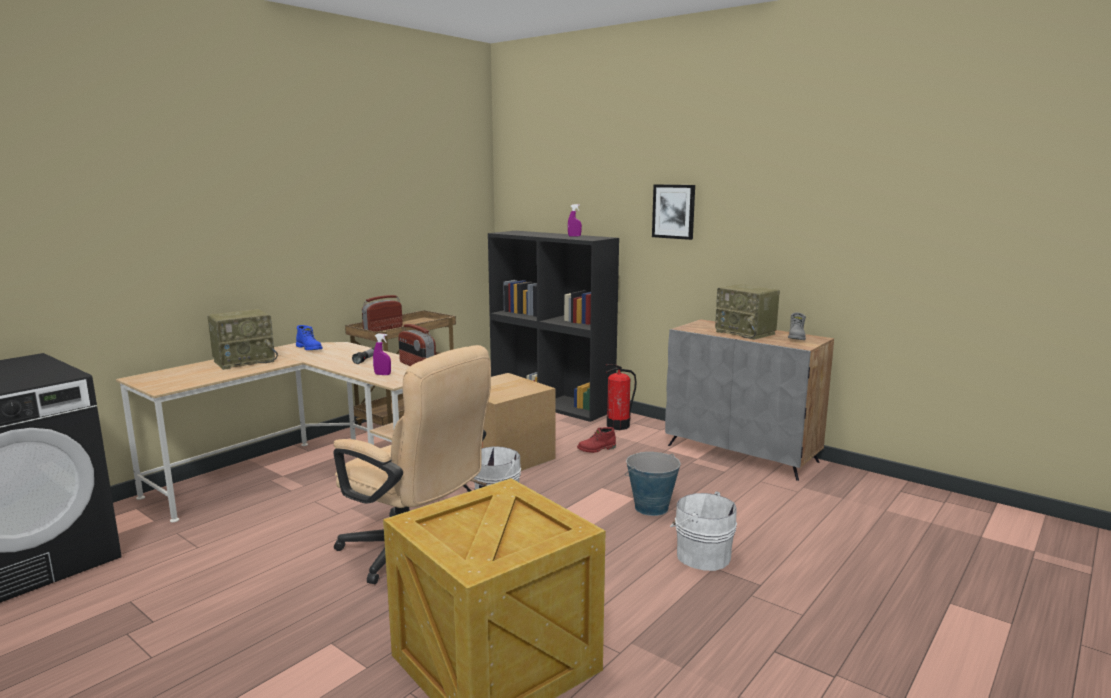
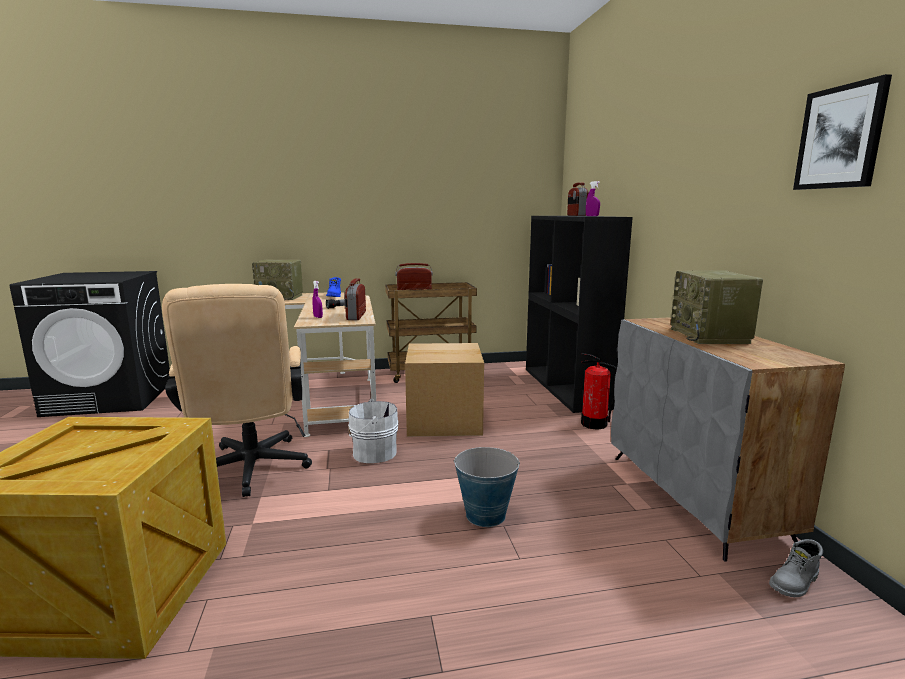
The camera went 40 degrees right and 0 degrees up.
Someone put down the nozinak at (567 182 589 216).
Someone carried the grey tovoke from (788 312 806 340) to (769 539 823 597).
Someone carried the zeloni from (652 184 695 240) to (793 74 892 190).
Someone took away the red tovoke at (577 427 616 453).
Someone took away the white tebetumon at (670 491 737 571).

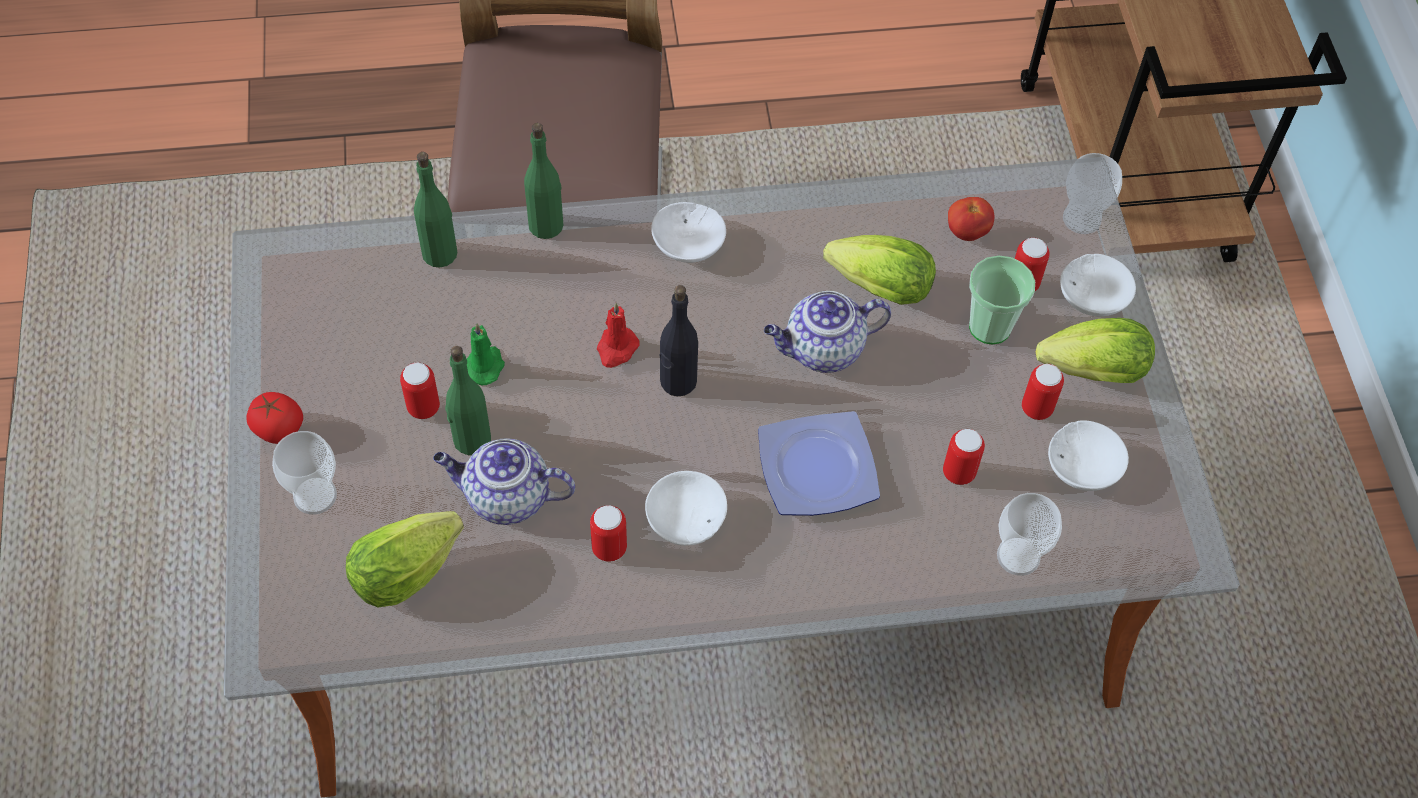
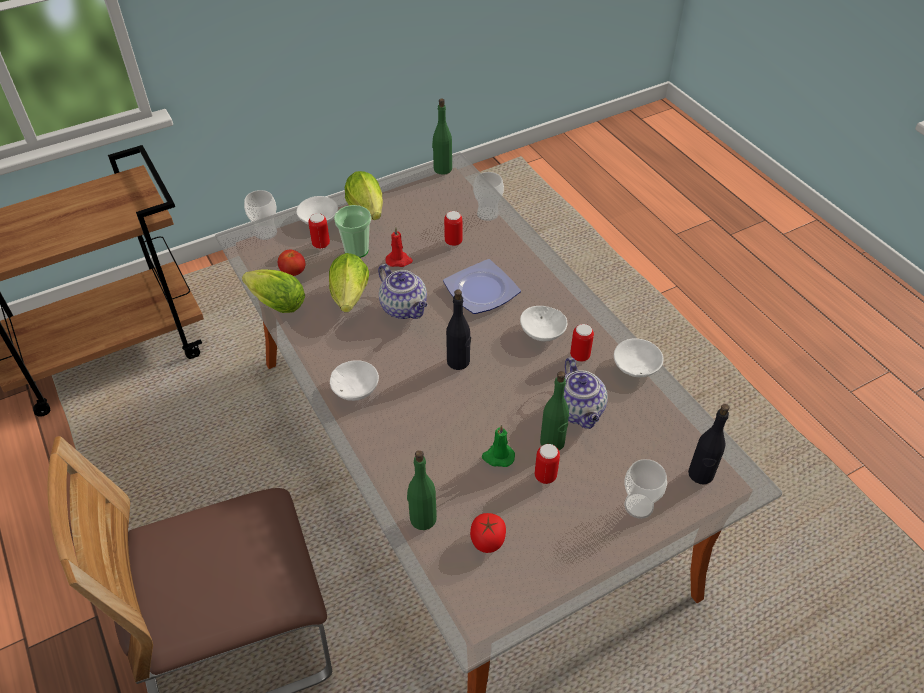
The camera went 110 degrees left and 10 degrees down.
Someone carried the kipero from (346 511 464 607) to (242 269 305 313).
Someone carried the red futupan from (597 303 640 368) to (385 227 413 267).
Someone carried the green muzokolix from (524 123 563 239) to (432 98 452 175).
Someone carried the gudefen from (246 392 303 444) to (470 513 506 553).
Someone carried the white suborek from (1048 420 1129 491) to (614 338 664 377).
Someone put down the black muzokolix at (688 404 729 484).
Someone took away the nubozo at (1022 364 1064 420).

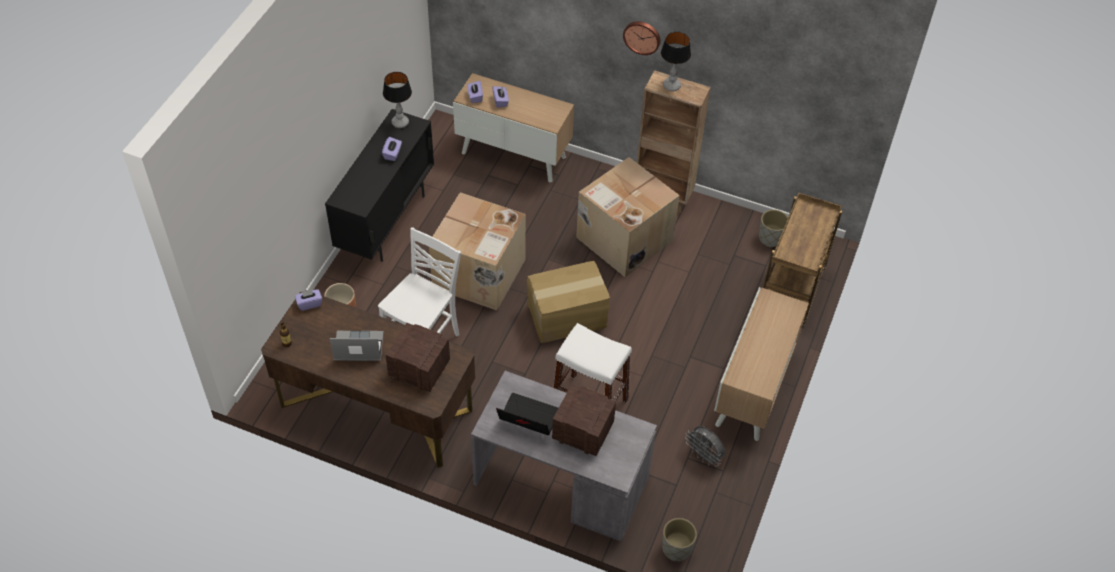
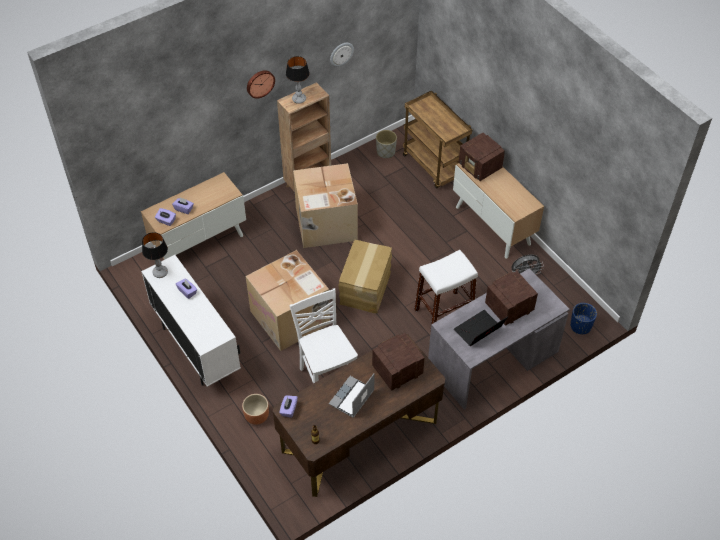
The camera went 55 degrees left and 0 degrees up.
Someone repainted the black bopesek at (325 109 434 262), which became the white bopesek at (141 255 241 387).
Someone put up the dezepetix at (330 43 354 67).
Someone put down the nozinak at (459 133 505 181).
Someone repainted the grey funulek at (662 518 697 561), which became the blue funulek at (570 303 597 334).

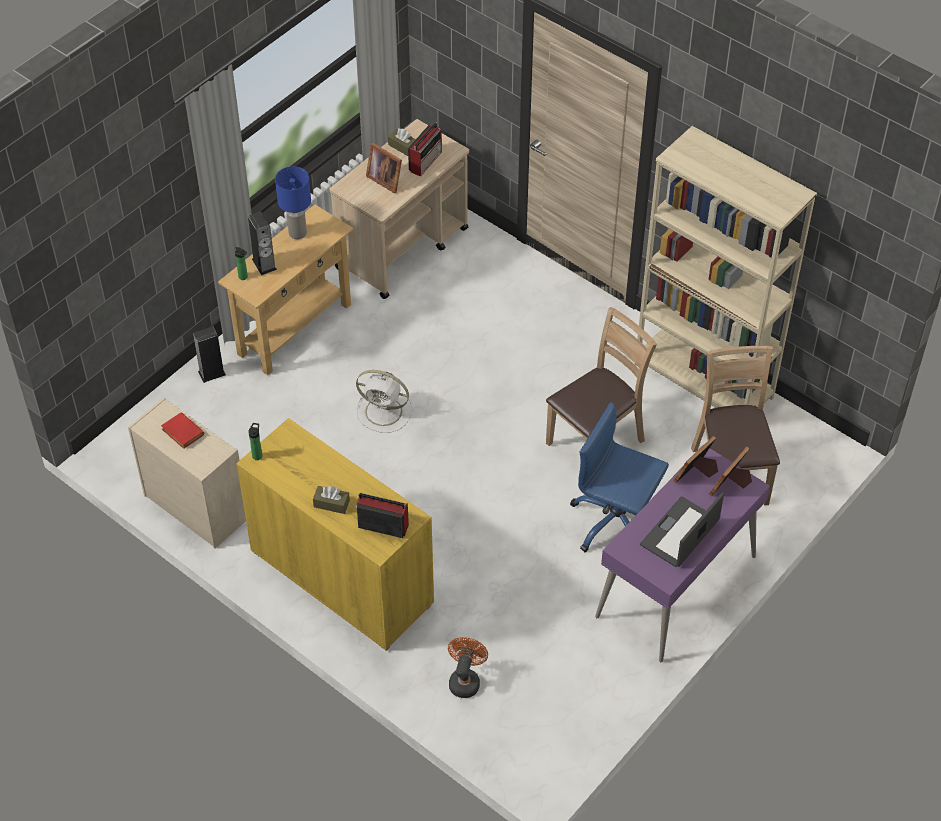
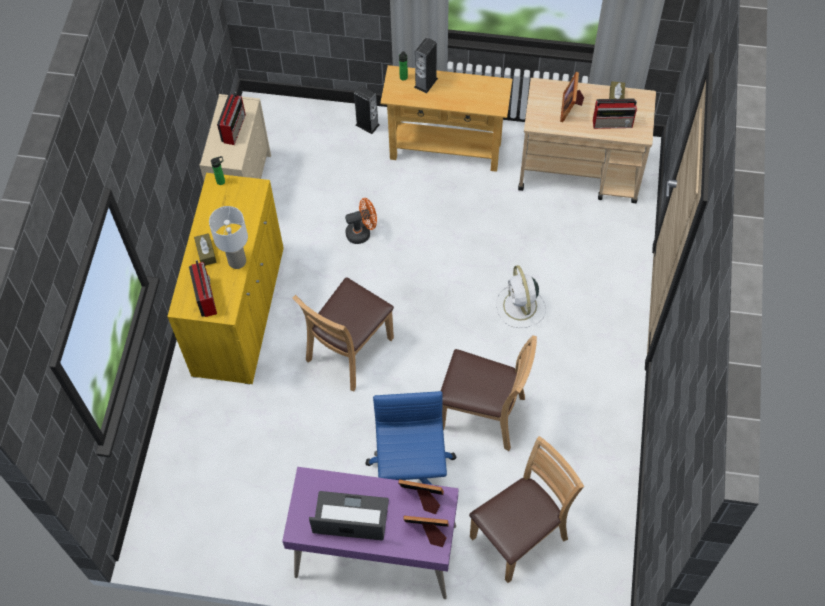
The camera went 60 degrees right and 10 degrees up.
Someone put down the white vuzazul at (209 206 248 269).
Someone swapped the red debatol at (161 412 204 449) for the nozinak at (217 92 246 145).
Someone put down the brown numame at (292 278 394 391).
Someone carried the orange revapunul from (448 637 488 698) to (345 198 377 244).
Someone carried the white revapunul from (356 370 412 433) to (496 265 546 328).
Someone took away the blue vuzazul at (275 166 311 239).
Someone took away the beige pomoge at (635 126 817 408).

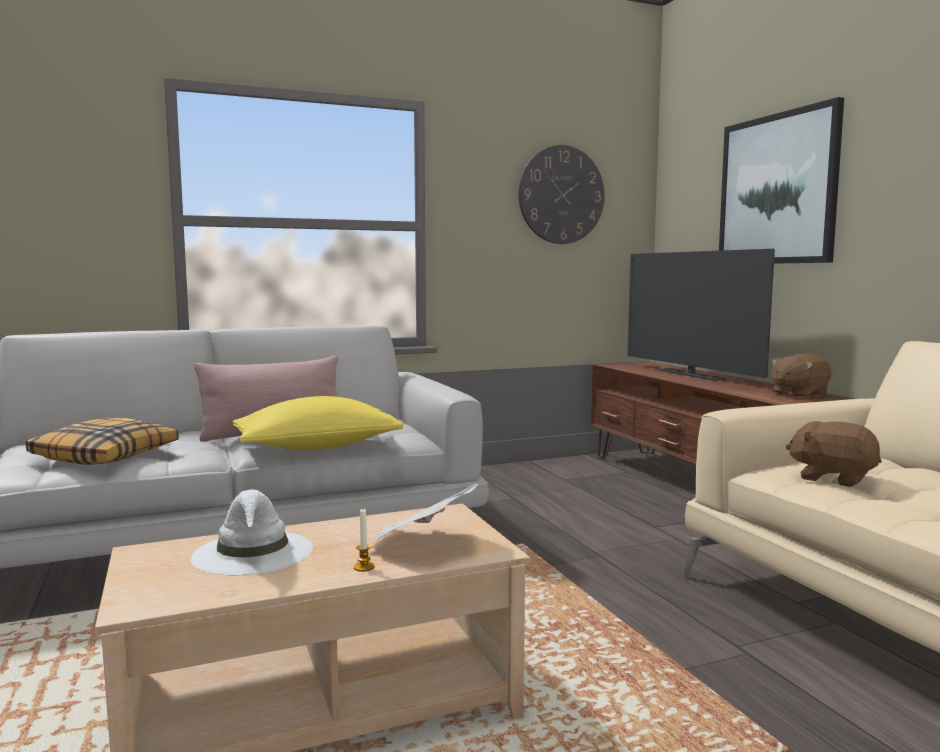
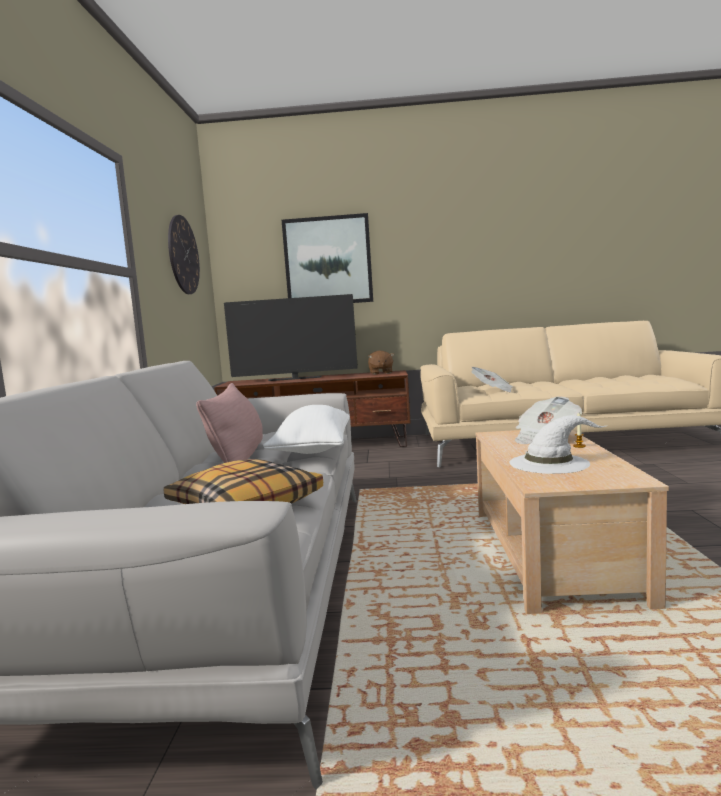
The camera went 65 degrees left and 0 degrees up.
Someone repainted the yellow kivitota at (233 396 403 450), which became the white kivitota at (263 405 350 454).
Someone swapped the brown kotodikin at (786 421 882 487) for the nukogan at (471 367 513 392).

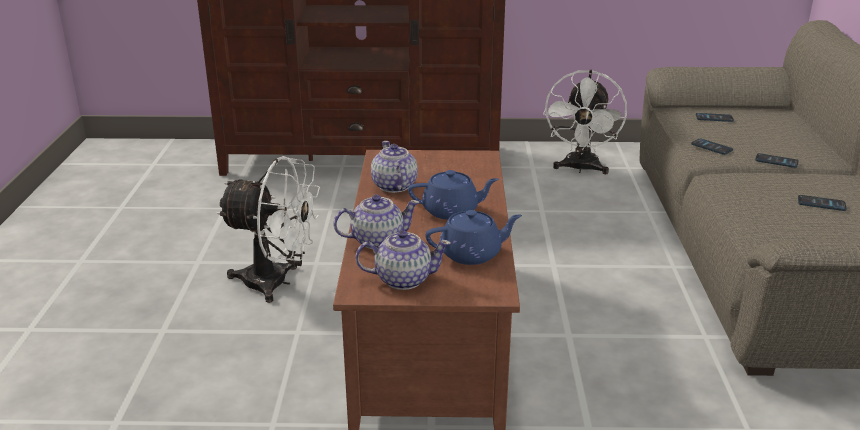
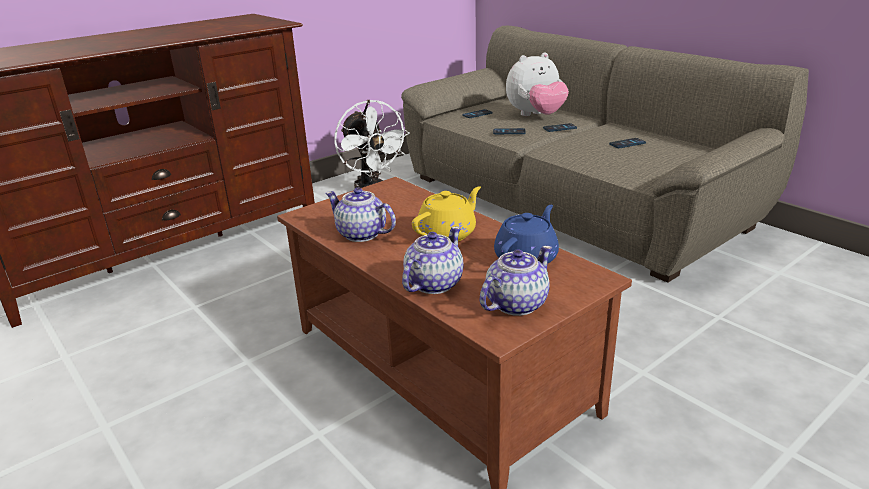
The camera went 40 degrees left and 0 degrees up.
Someone repainted the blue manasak at (408 170 499 220), which became the yellow manasak at (412 186 481 241).
Someone put down the kotodikin at (506 52 569 116).
Someone took away the white revapunul at (217 156 320 303).

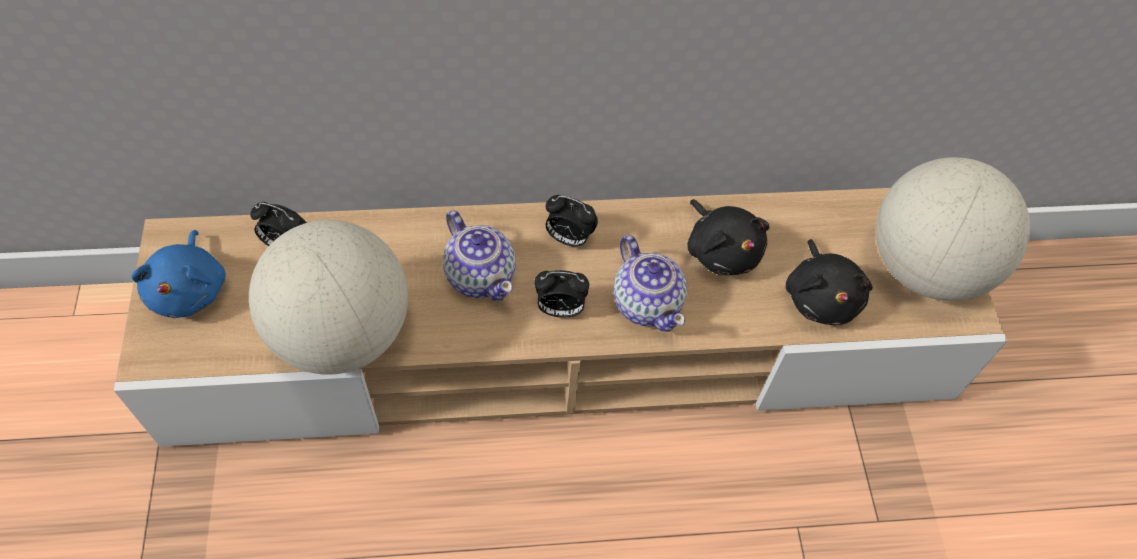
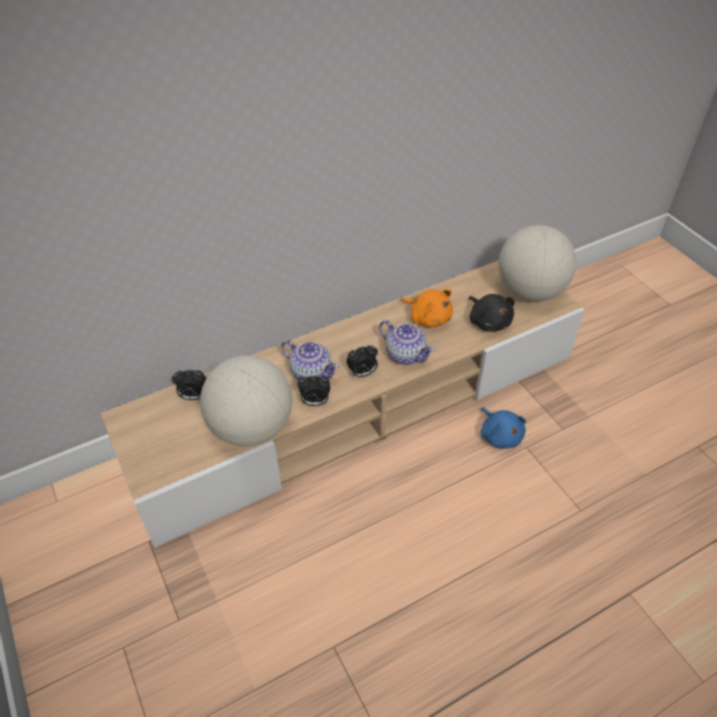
The camera went 20 degrees left and 10 degrees down.
Someone carried the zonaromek from (545 195 598 247) to (297 375 330 406).
Someone repainted the black kotodikin at (687 199 770 275), which became the orange kotodikin at (401 289 453 328).
Someone carried the blue kotodikin from (132 230 226 318) to (481 407 526 449).

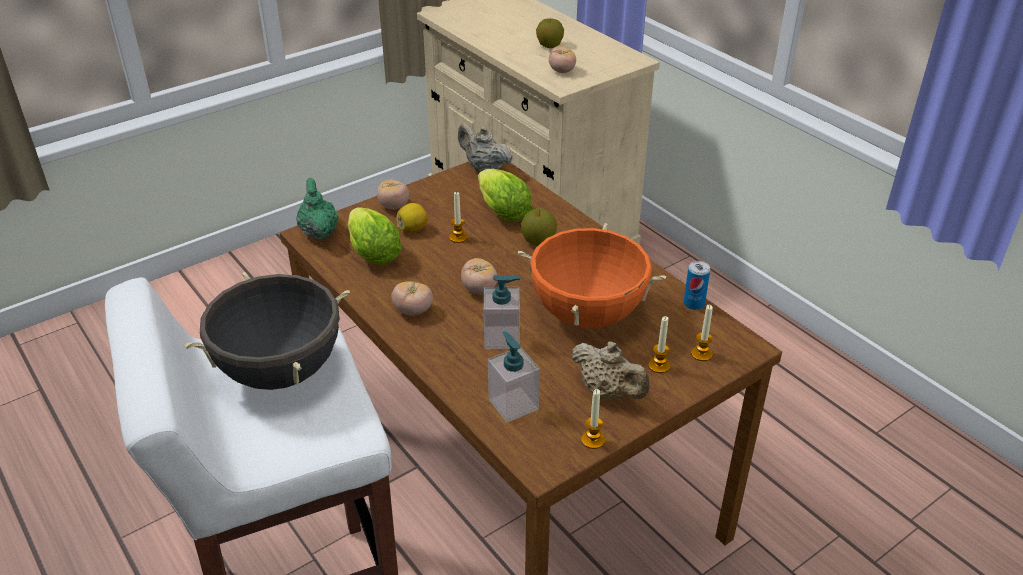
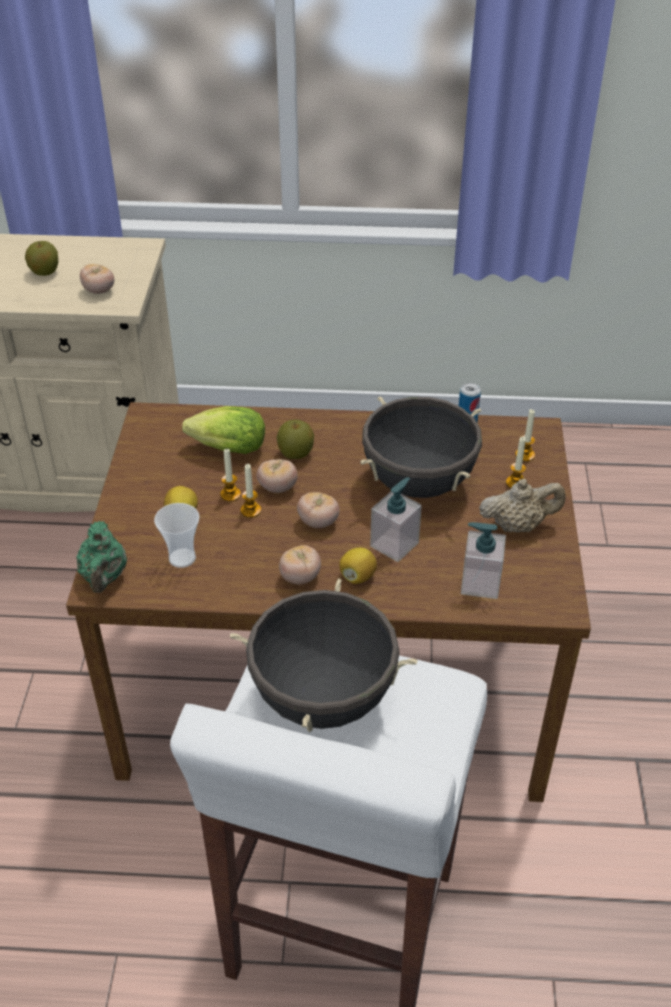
The camera went 50 degrees left and 5 degrees up.
Someone rotated the green manasak at (296 178 338 240) by 120 degrees counterclockwise.
Someone swapped the kipero at (348 207 401 265) for the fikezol at (154 503 199 568).
Someone carried the futupan from (581 389 605 449) to (241 464 261 518).
Someone carried the gudefen from (377 179 409 209) to (257 459 298 493).
Someone put down the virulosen at (339 548 377 584).
Someone repainted the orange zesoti at (518 223 666 328), which became the black zesoti at (360 396 482 498).
Someone took away the beige manasak at (458 123 513 172).

